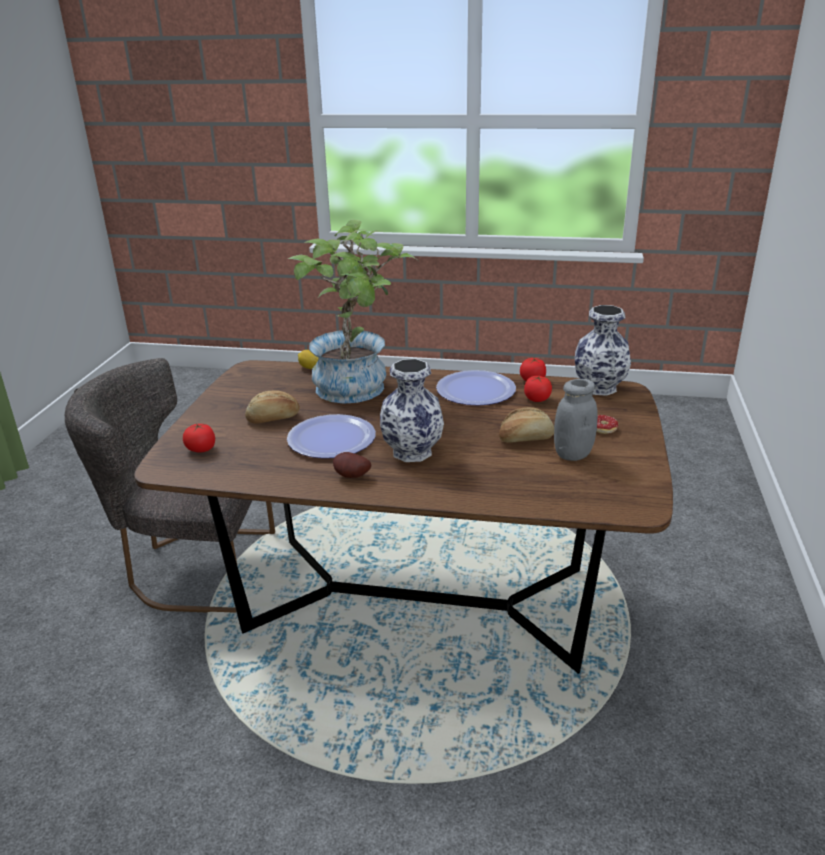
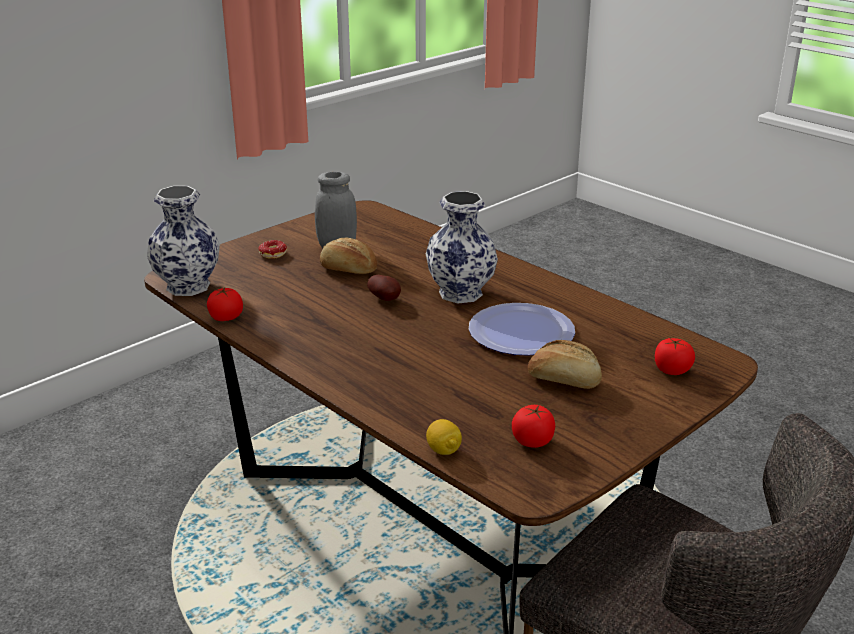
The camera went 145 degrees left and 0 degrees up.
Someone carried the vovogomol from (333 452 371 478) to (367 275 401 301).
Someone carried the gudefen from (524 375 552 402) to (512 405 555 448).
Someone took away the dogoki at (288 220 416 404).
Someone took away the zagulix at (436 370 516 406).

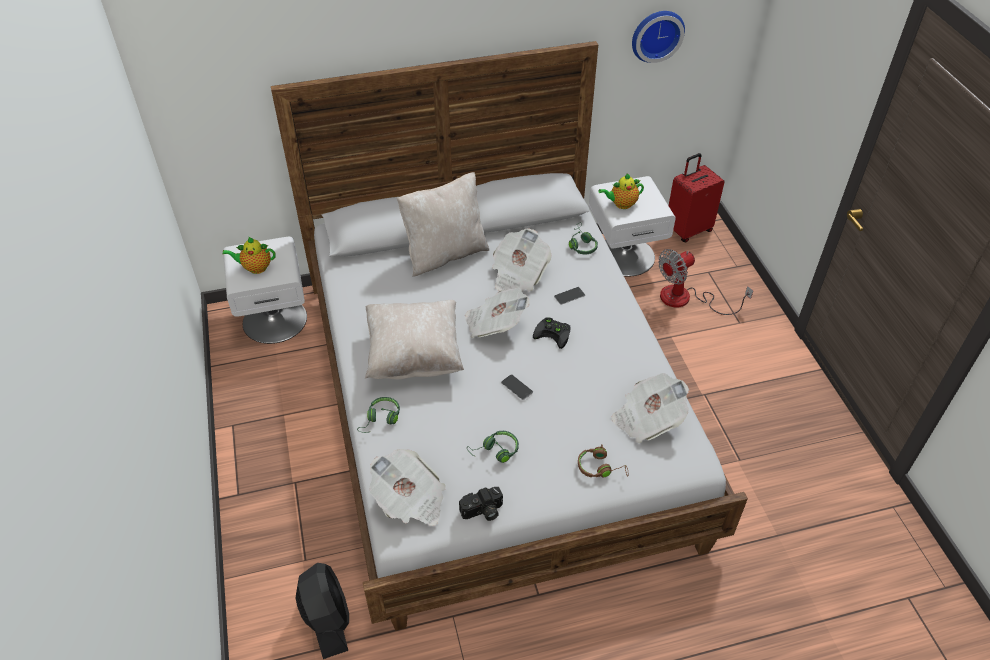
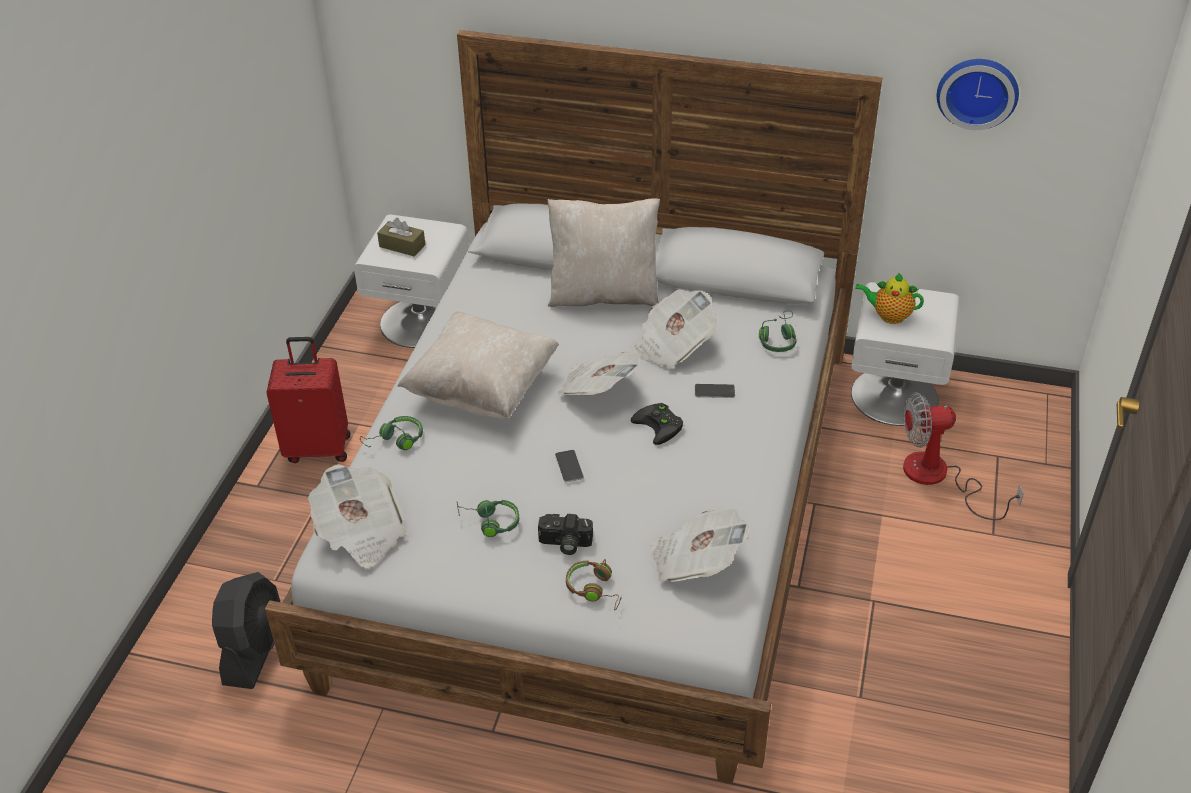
The camera went 30 degrees right and 5 degrees down.
Someone carried the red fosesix from (669 153 725 242) to (266 337 350 463).
Someone swapped the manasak at (222 237 276 274) for the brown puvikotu at (377 218 425 257).
Someone carried the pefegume from (459 487 503 521) to (538 514 593 555).

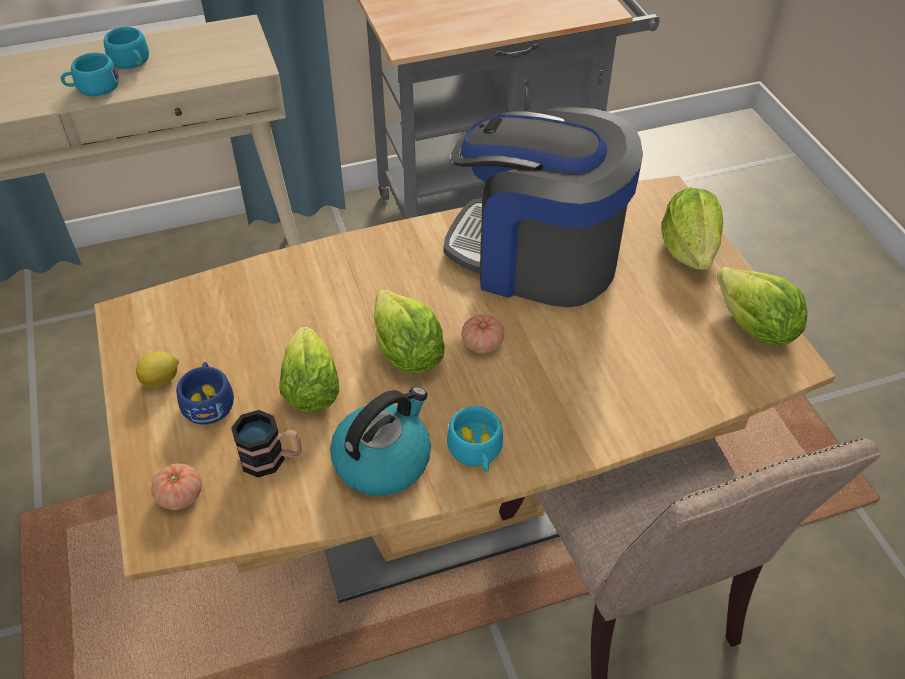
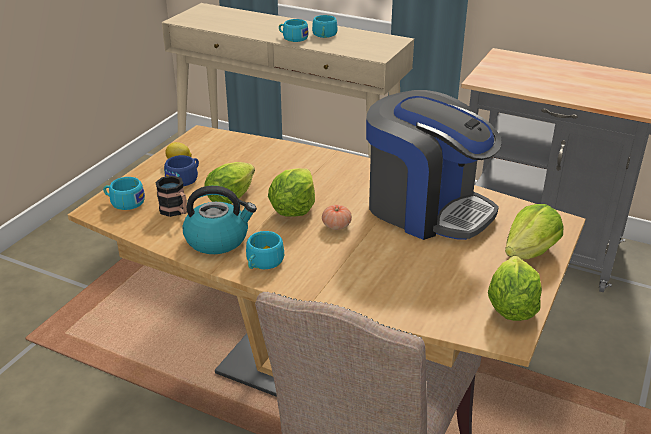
The camera went 45 degrees right and 15 degrees down.
Someone swapped the gudefen at (151 463 202 510) for the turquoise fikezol at (103 177 145 210).
Someone rotated the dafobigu at (444 107 643 307) by 150 degrees clockwise.

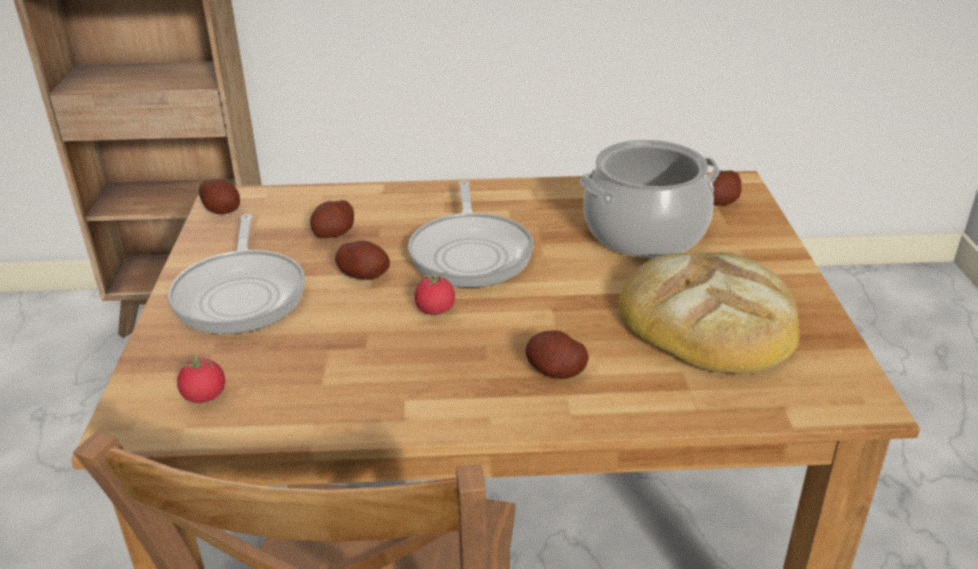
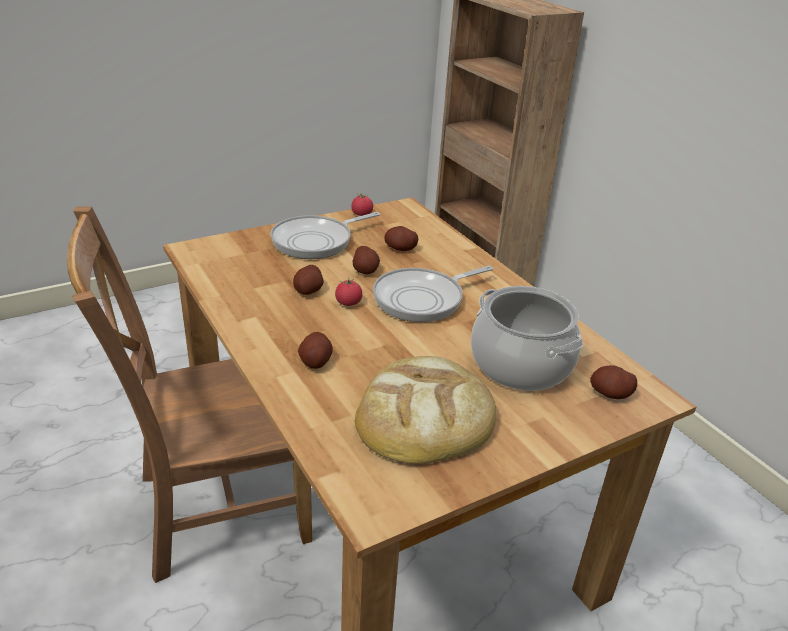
The camera went 60 degrees right and 0 degrees up.
Someone carried the vovogomol from (199 179 240 214) to (293 265 324 295).
Someone carried the gudefen from (177 354 225 403) to (351 193 373 216).

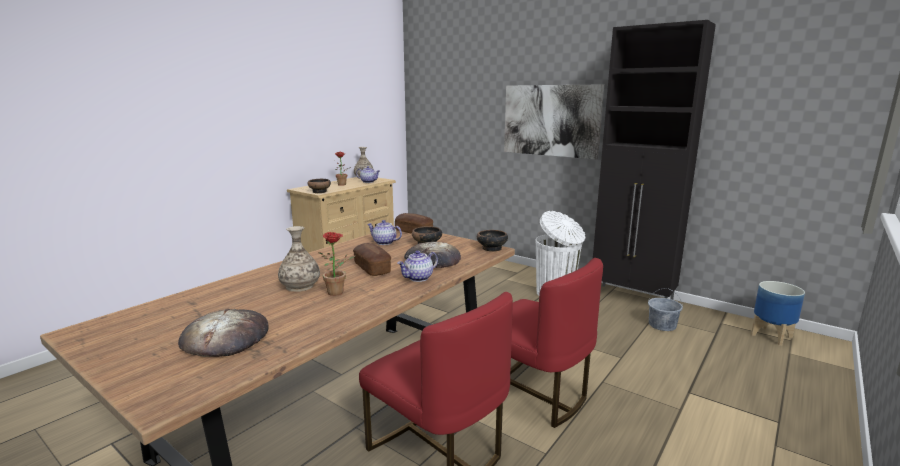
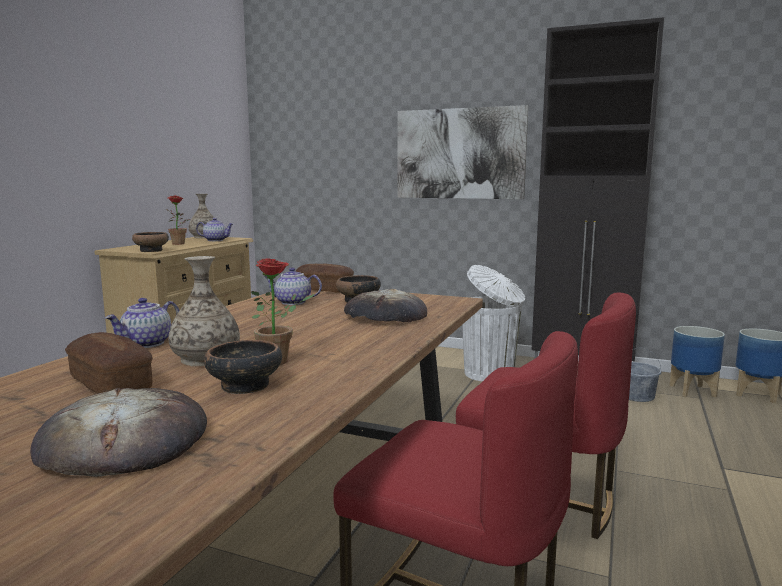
The camera went 15 degrees left and 5 degrees down.
Someone carried the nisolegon from (353 243 391 276) to (65 332 153 394).
Someone carried the manasak from (397 250 438 282) to (105 298 180 348).
Someone carried the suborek from (477 230 508 252) to (204 340 282 394).
Someone put down the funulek at (670 326 725 398).

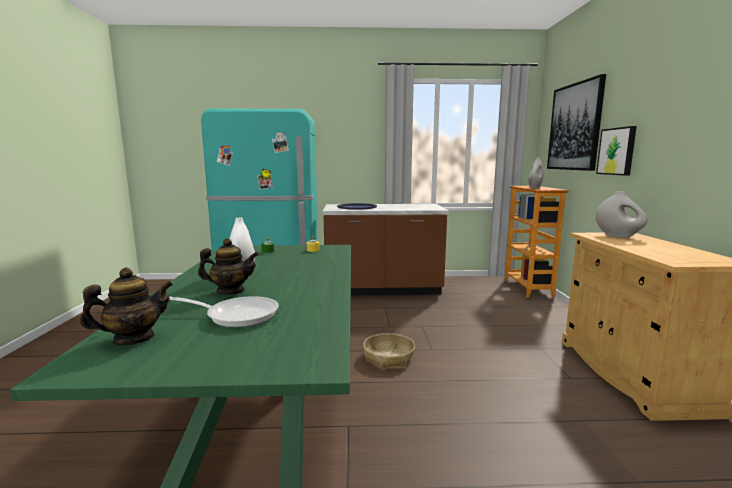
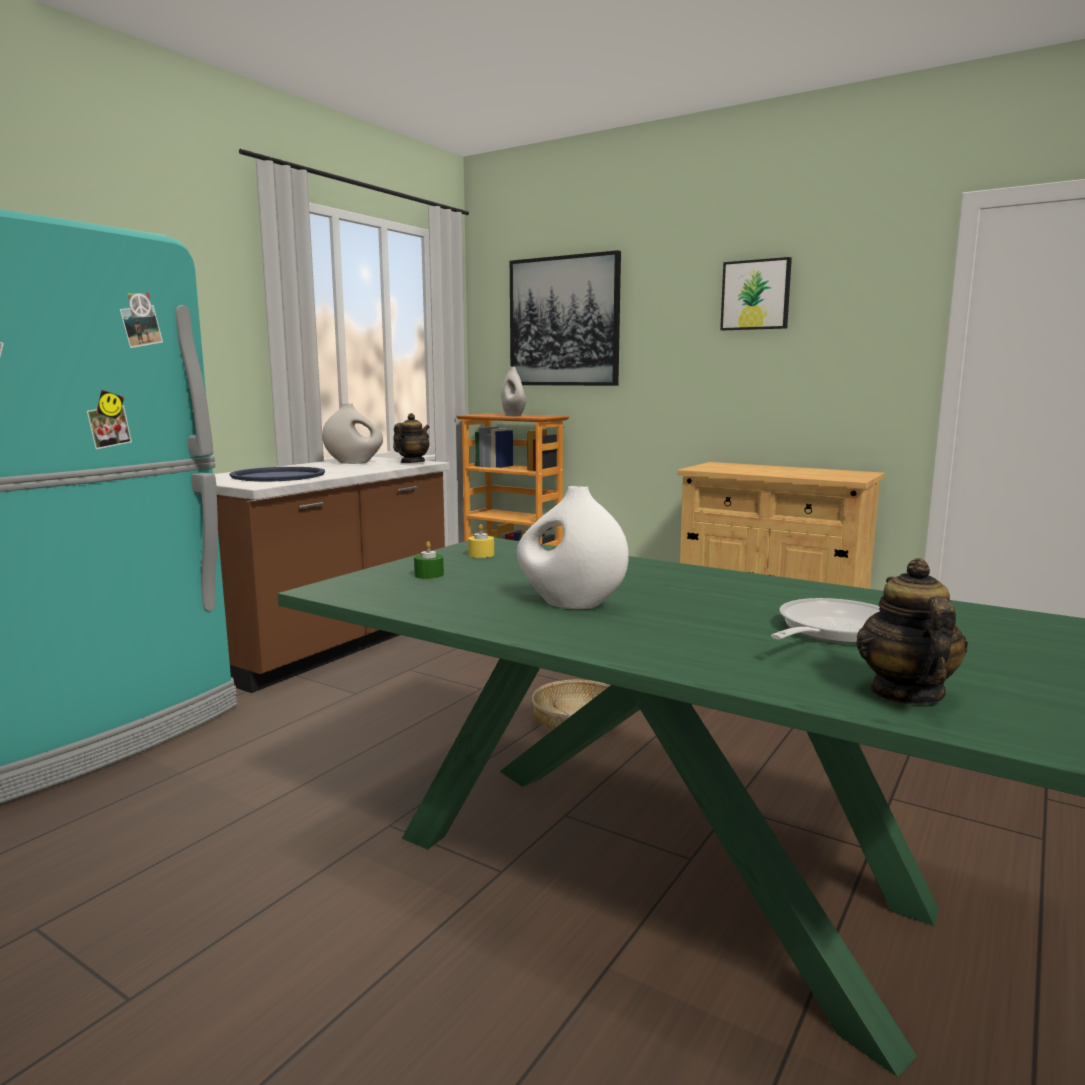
The camera went 55 degrees left and 0 degrees up.
Someone carried the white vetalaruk from (596 191 648 238) to (322 403 383 464).
Someone carried the manasak from (198 238 258 295) to (393 413 429 463).
Someone carried the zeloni from (596 126 637 176) to (720 257 792 330).

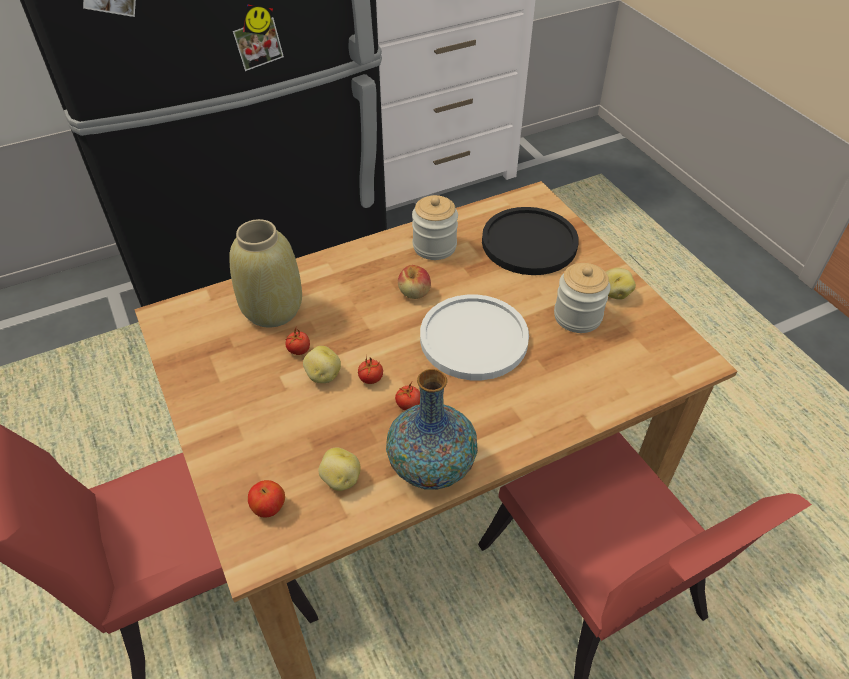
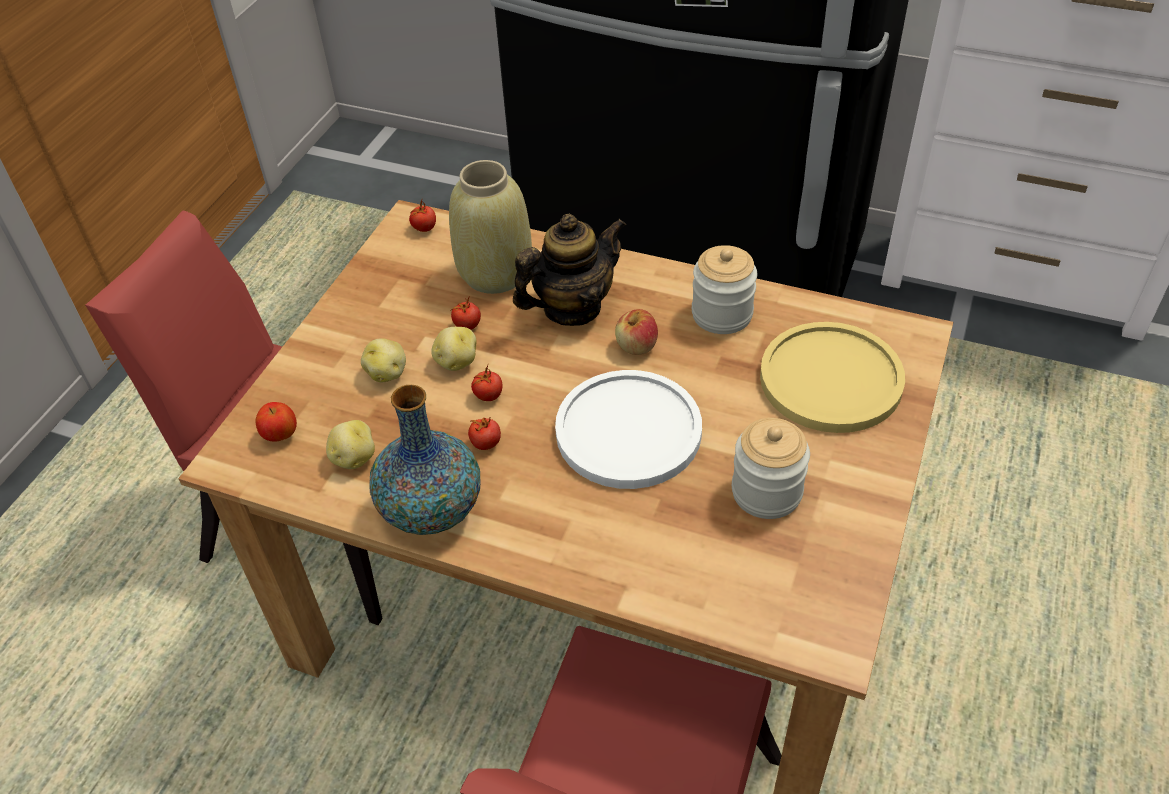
The camera went 50 degrees right and 0 degrees up.
Someone carried the vovogomol from (606 268 636 300) to (361 338 406 382).
Someone put down the gudefen at (409 200 436 232).
Someone put down the manasak at (513 214 626 326).
Someone repainted the black zagulix at (482 207 579 275), which became the yellow zagulix at (760 322 905 433).

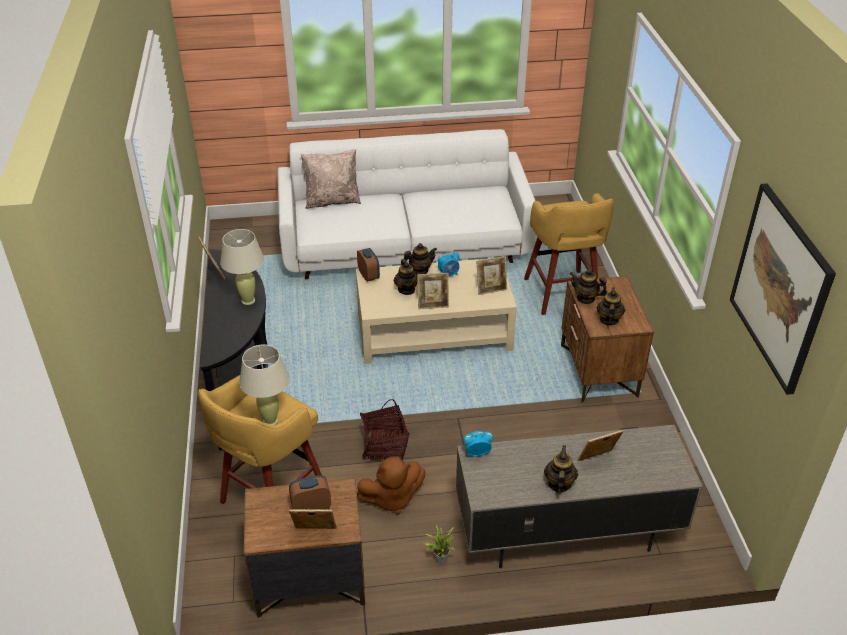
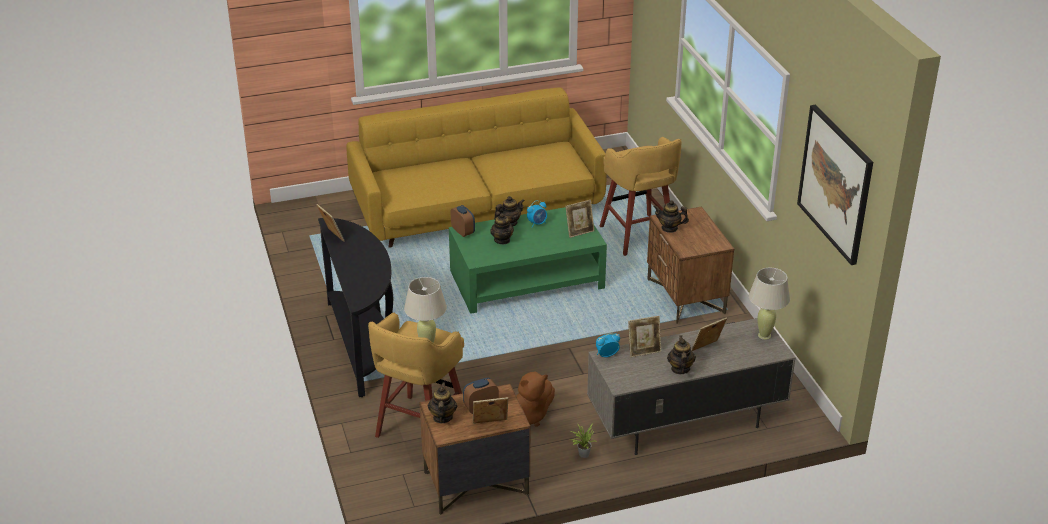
The camera went 10 degrees left and 5 degrees down.
Someone repainted the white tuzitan at (277 129 536 279), which became the yellow tuzitan at (346 87 607 248).
Someone carried the manasak from (597 287 625 326) to (428 382 457 423).
Someone repainted the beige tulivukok at (356 258 517 364), which became the green tulivukok at (449 207 607 314).
Someone carried the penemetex from (417 273 449 309) to (628 316 661 357).
Someone carried the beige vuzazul from (220 229 264 305) to (749 268 790 340).
Someone took away the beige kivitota at (301 149 361 209).
Someone took away the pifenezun at (360 399 409 461).

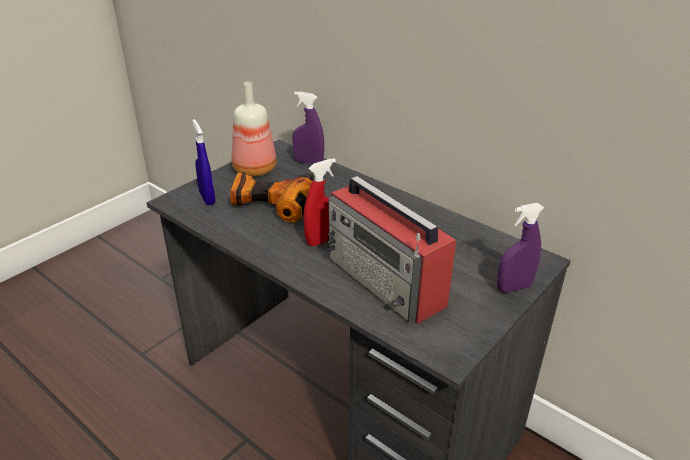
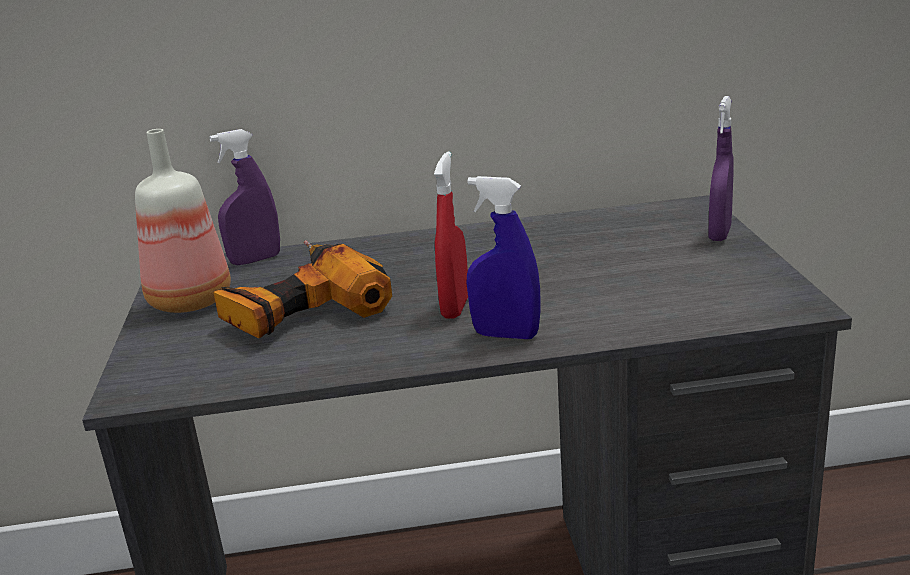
The camera went 45 degrees left and 10 degrees down.
Someone carried the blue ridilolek from (192 119 215 205) to (467 176 540 339).
Someone took away the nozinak at (328 176 456 324).

